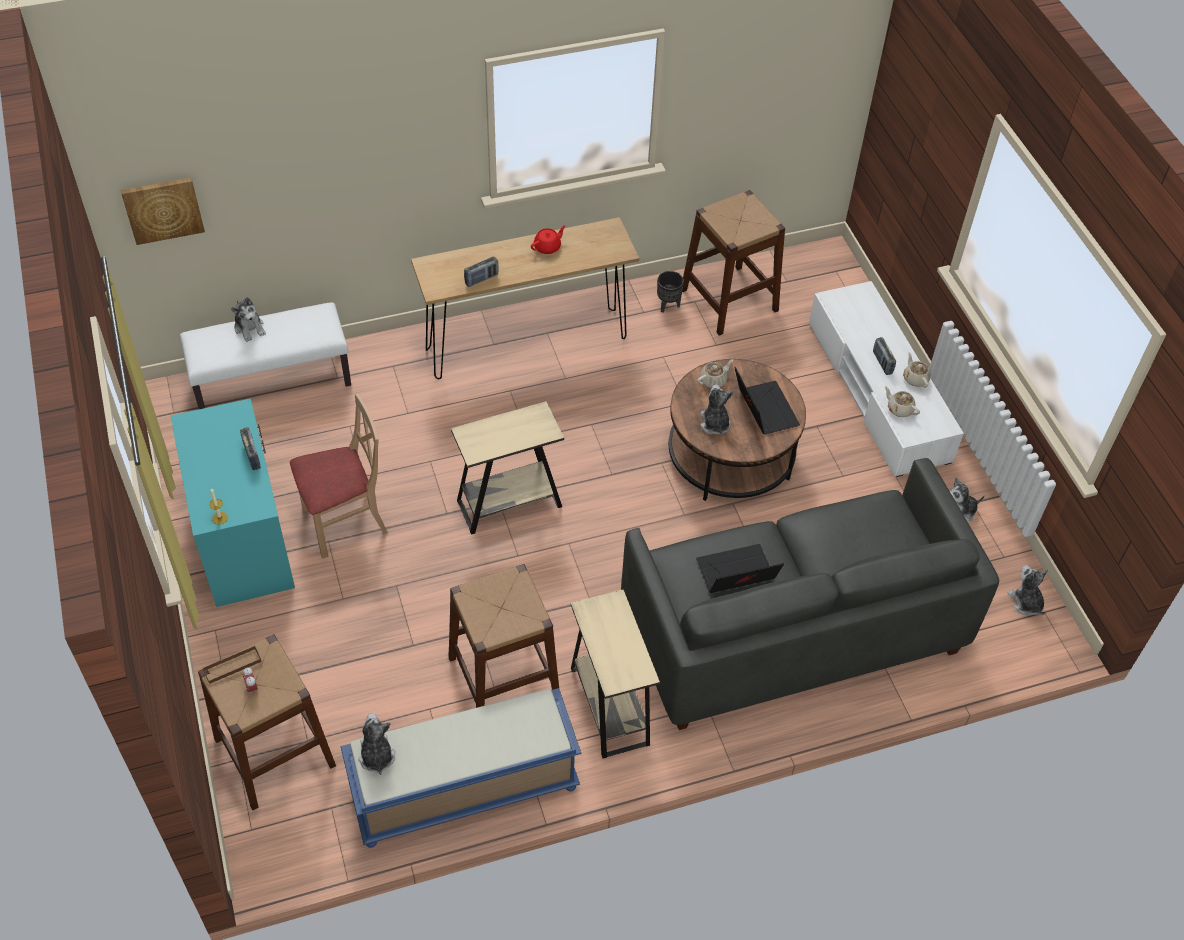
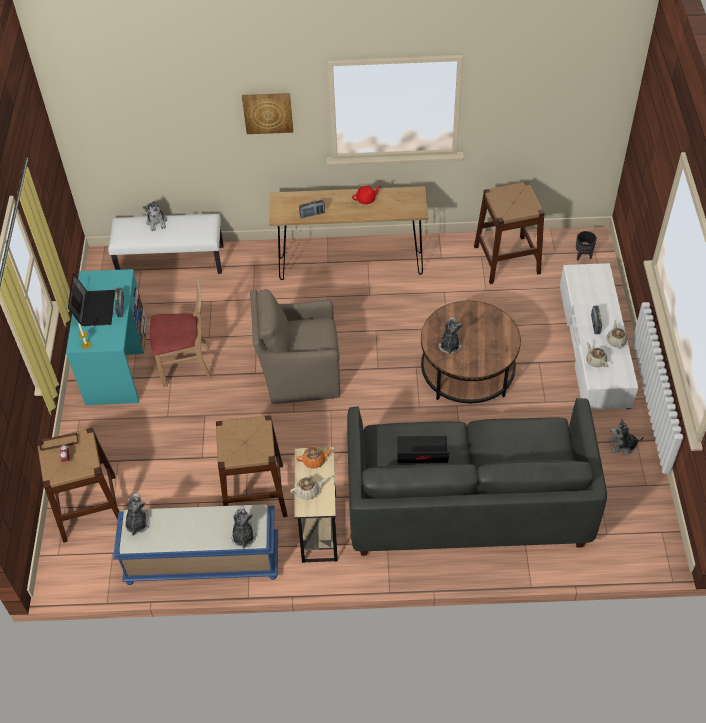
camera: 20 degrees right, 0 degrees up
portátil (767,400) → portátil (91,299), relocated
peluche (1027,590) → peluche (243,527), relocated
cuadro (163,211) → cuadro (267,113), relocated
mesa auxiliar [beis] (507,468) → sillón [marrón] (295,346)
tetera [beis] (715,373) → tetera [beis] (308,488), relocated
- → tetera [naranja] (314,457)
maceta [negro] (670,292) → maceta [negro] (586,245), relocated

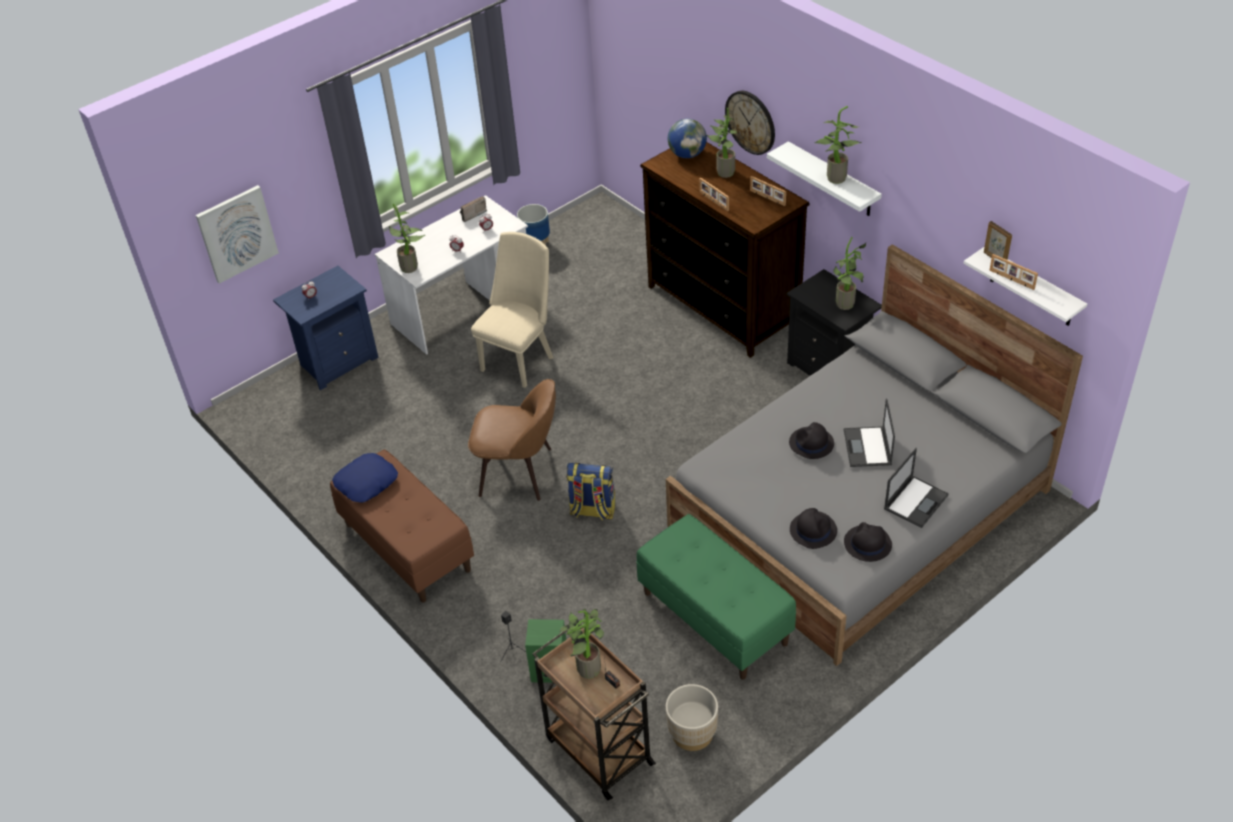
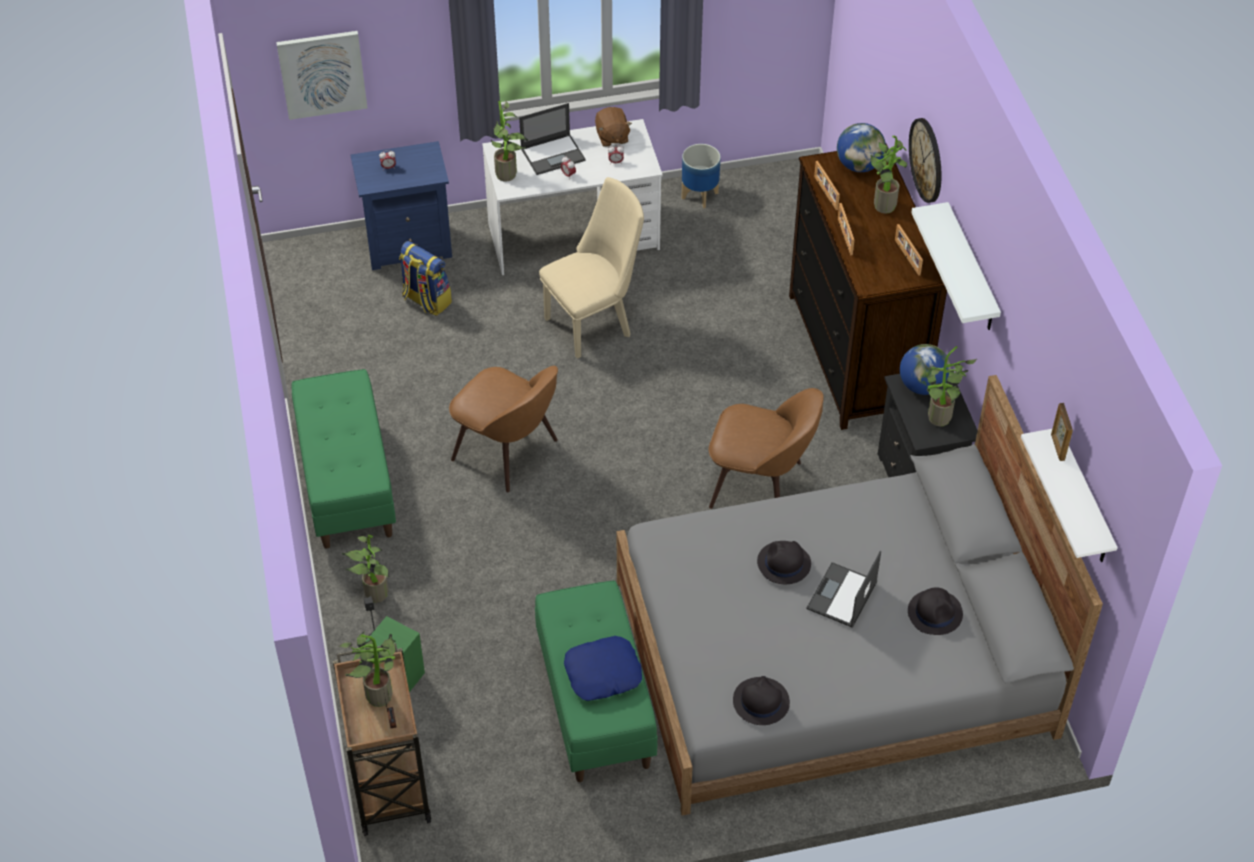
camera: 25 degrees right, 5 degrees up
banco [marrón] (402,525) → banco [verde] (344,459)
planta en maceta (838,145) → planta en maceta (365,569), relocated
mochila (591,492) → mochila (425,278), relocated
portátil (916,488) → portátil (552,139), relocated
cojín [azul] (365,478) → cojín [azul] (603,668), relocated
radio (473,209) → peluche [marrón] (613,127)
- → silla [marrón] (766,448)
portarretratos (1013,272) → portarretratos (827,185), relocated
- → globo terráqueo (925,369)
sombrero [negro] (813,528) → sombrero [negro] (935,611), relocated
maceta [beis] (692,717) → -

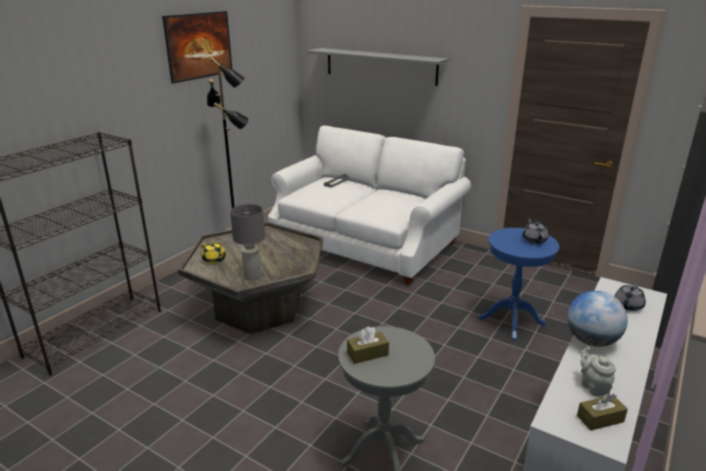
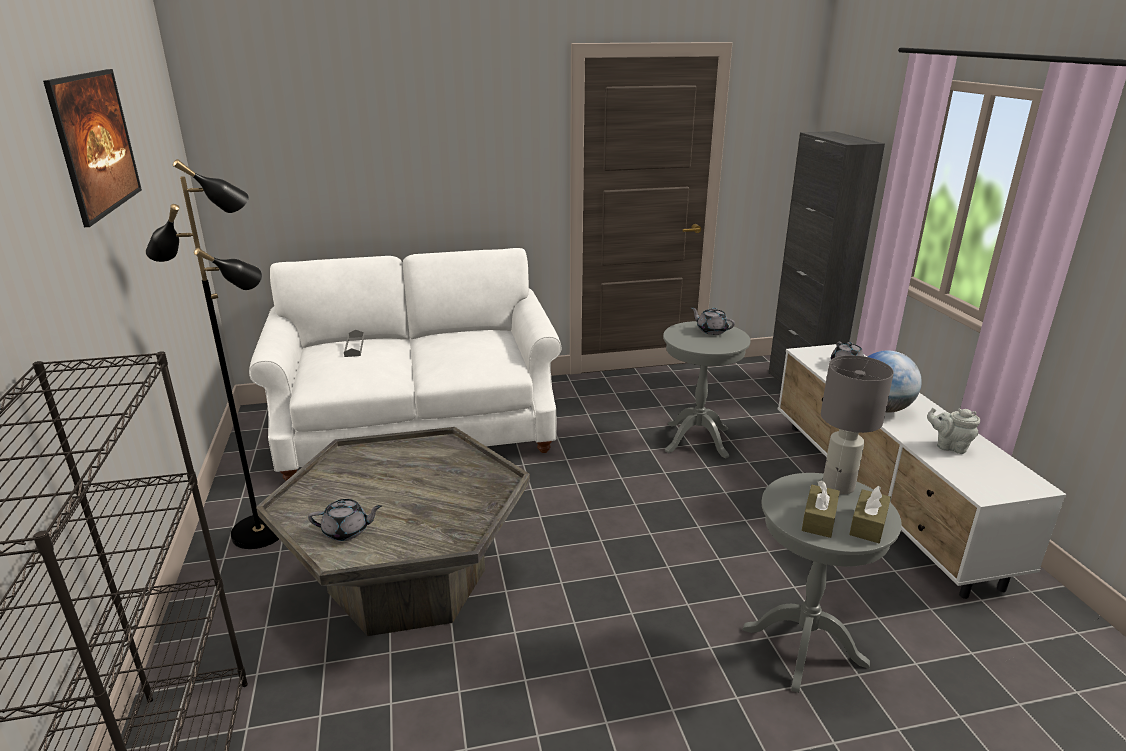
camera: 45 degrees left, 0 degrees up
tetera [amarillo] (213,252) → tetera [gris] (345,520)
mesa auxiliar [azul] (519,284) → mesa auxiliar [gris] (707,390)
lámpara de mesa [gris] (247,241) → lámpara de mesa [gris] (857,424), relocated
caja de pañuelos [marrón] (602,412) → caja de pañuelos [marrón] (870,514), relocated
estante [gris] (378,67) → -

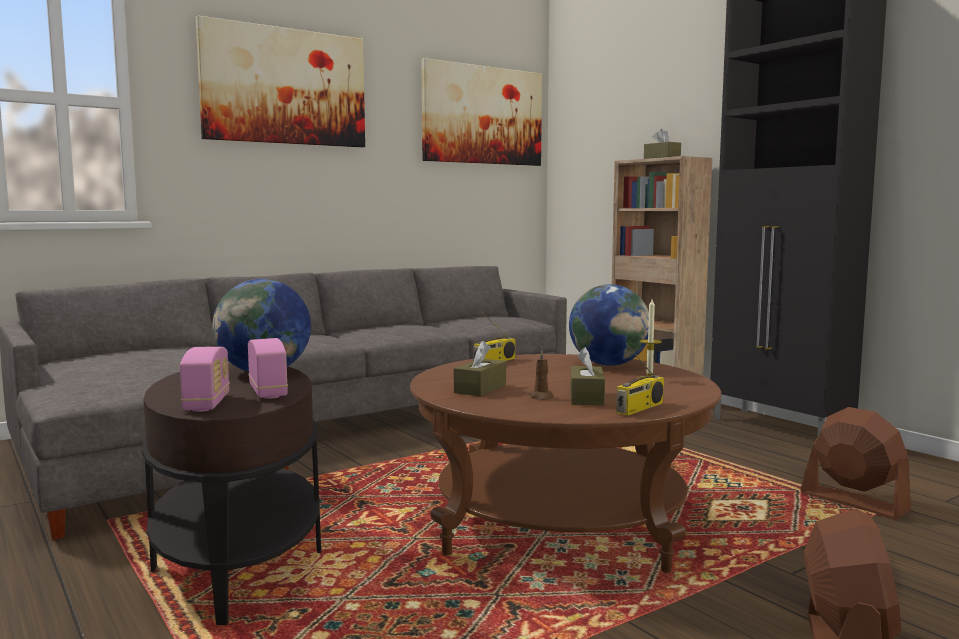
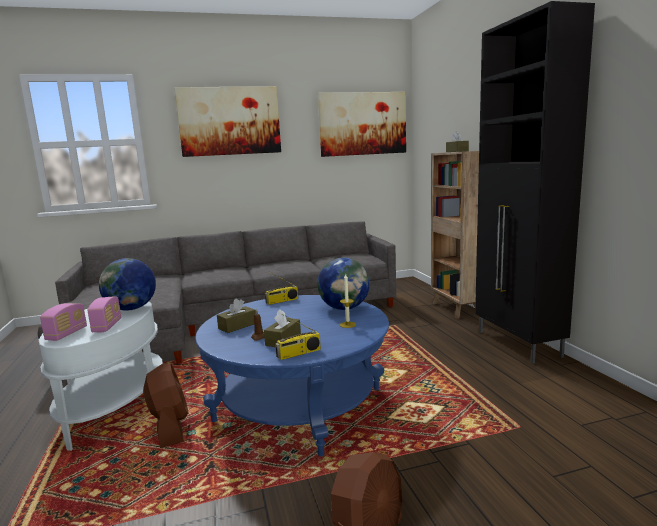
camera: 20 degrees right, 5 degrees up
mesa auxiliar [marrón] (231,494) → mesa auxiliar [blanco] (101,376)
ventilador [marrón] (855,463) → ventilador [marrón] (165,405), relocated
mesa de centro [marrón] (565,463) → mesa de centro [azul] (292,375)

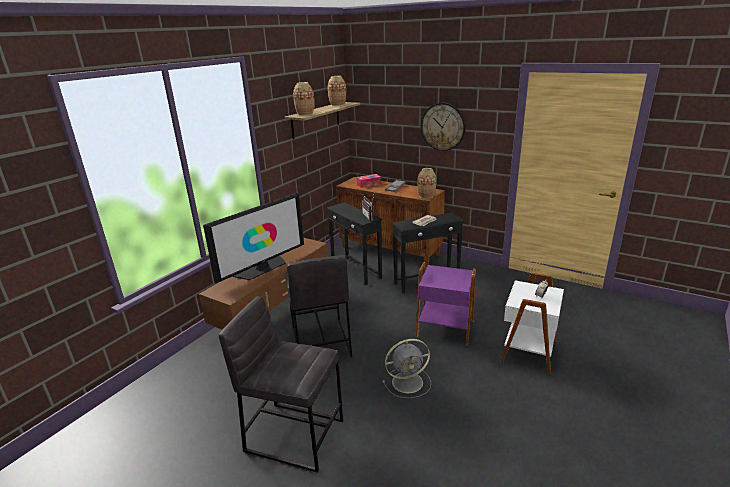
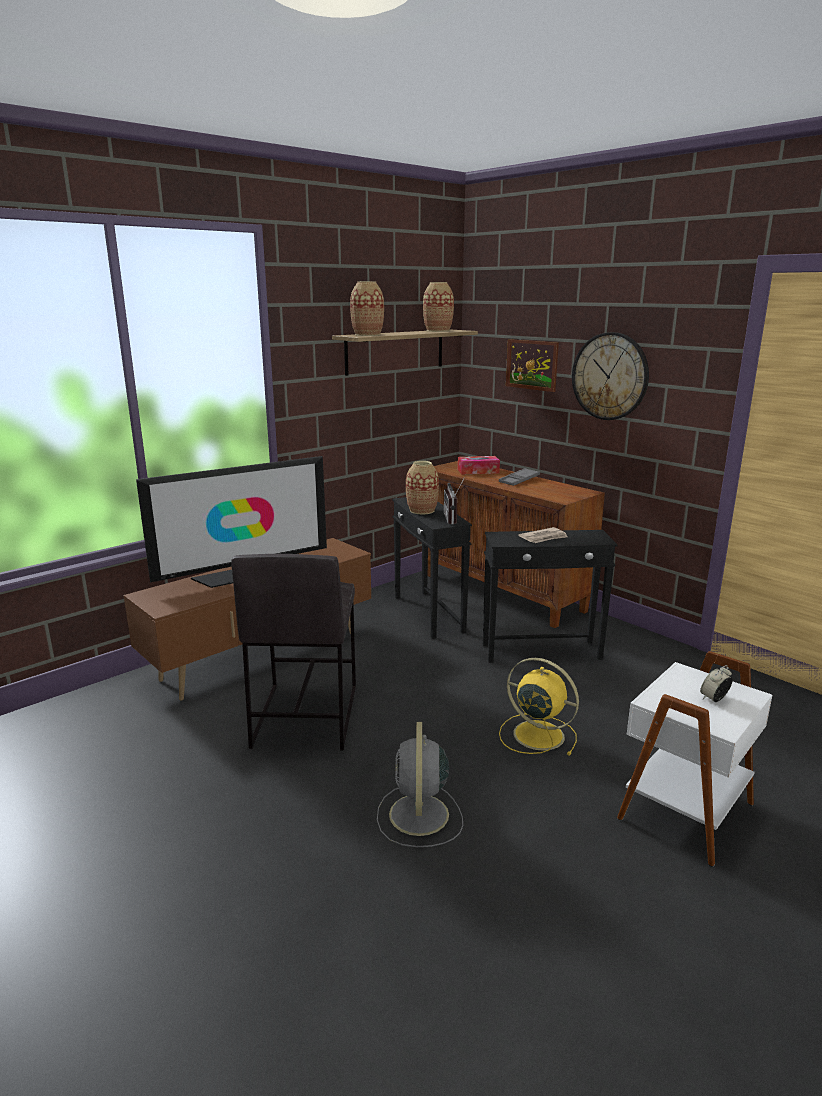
camera: 15 degrees right, 5 degrees down
ventilador [gris] (406,368) → ventilador [gris] (420,784), 90 degrees clockwise
florero (426,183) → florero (422,487), relocated
mesa auxiliar [morado] (446,304) → ventilador [amarillo] (539,706)
- → cuadro (532,365)
taburete [gris] (280,384) → -

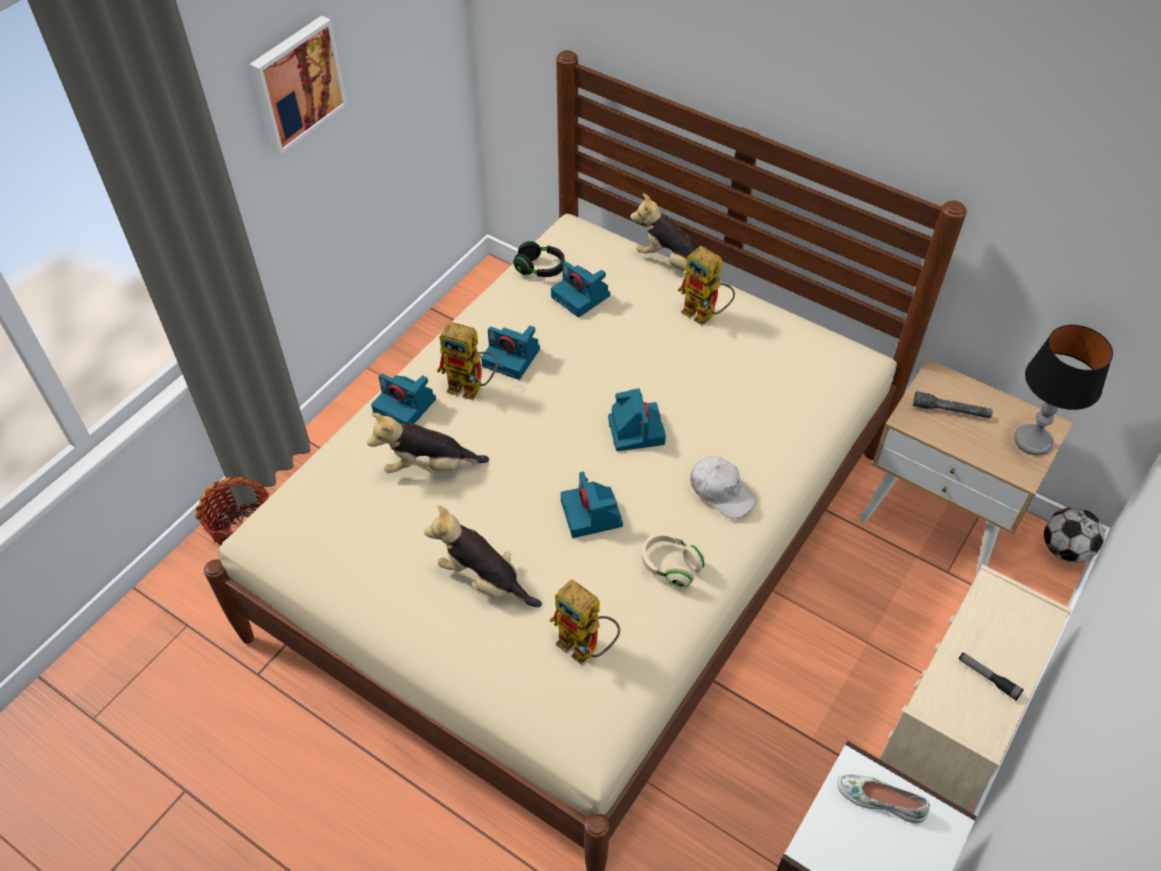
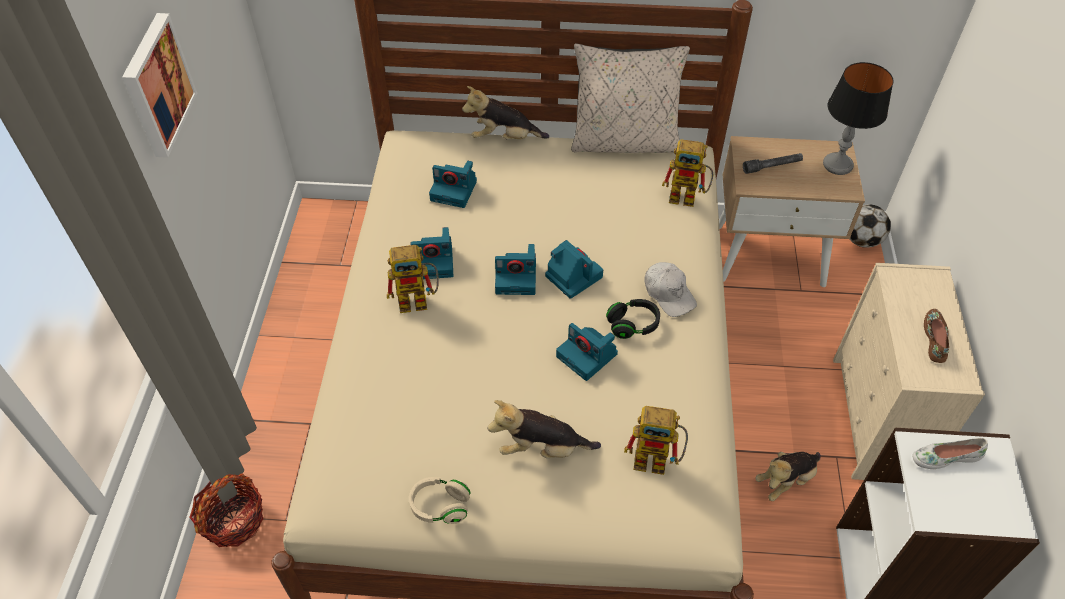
camera: 30 degrees left, 0 degrees up
auriculares [beis] (673,559) → auriculares [beis] (440,500), relocated
cámara (403,399) → cámara (515,269), relocated
- → cojín [beis] (630,98)
auriculares [negro] (539,259) → auriculares [negro] (633,319), relocated
gorra [blanco] (723,488) → gorra [blanco] (671,289), 45 degrees clockwise
robot de juguete (706,286) → robot de juguete (687,173), relocated
peluche (428,443) → peluche (788,476), relocated
linterna (991,676) → zapato [marrón] (936,336)

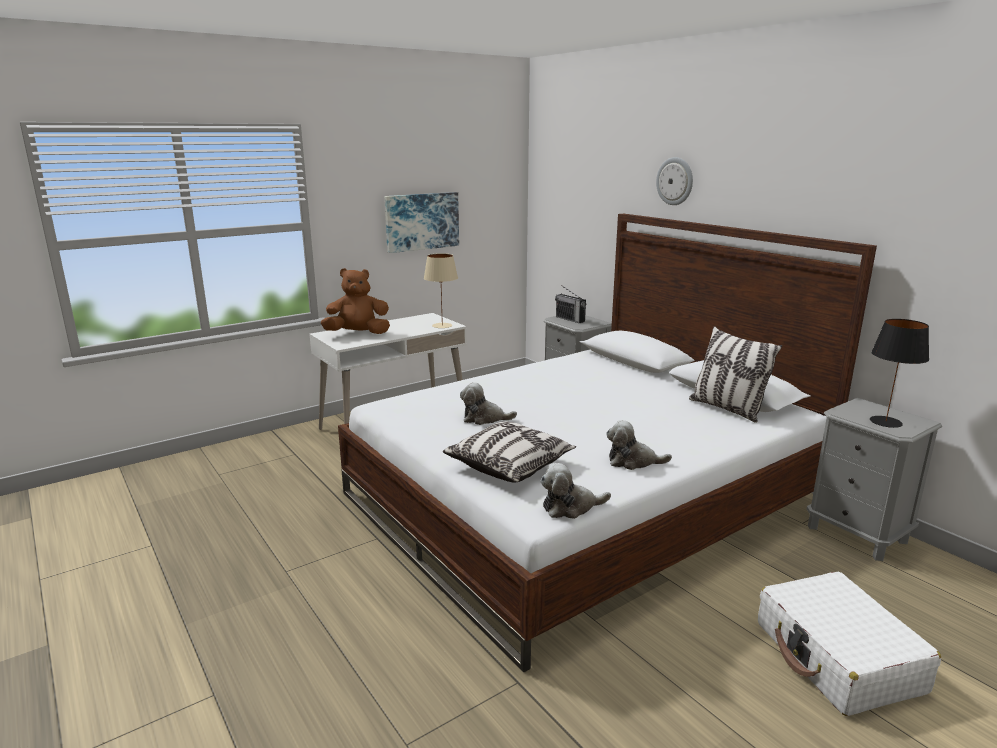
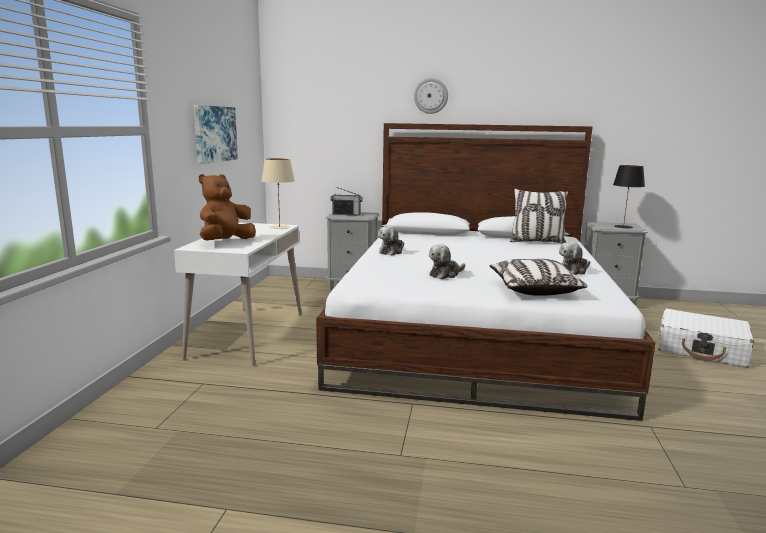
camera: 45 degrees left, 5 degrees down
peluche (575,491) → peluche (391,241), relocated

